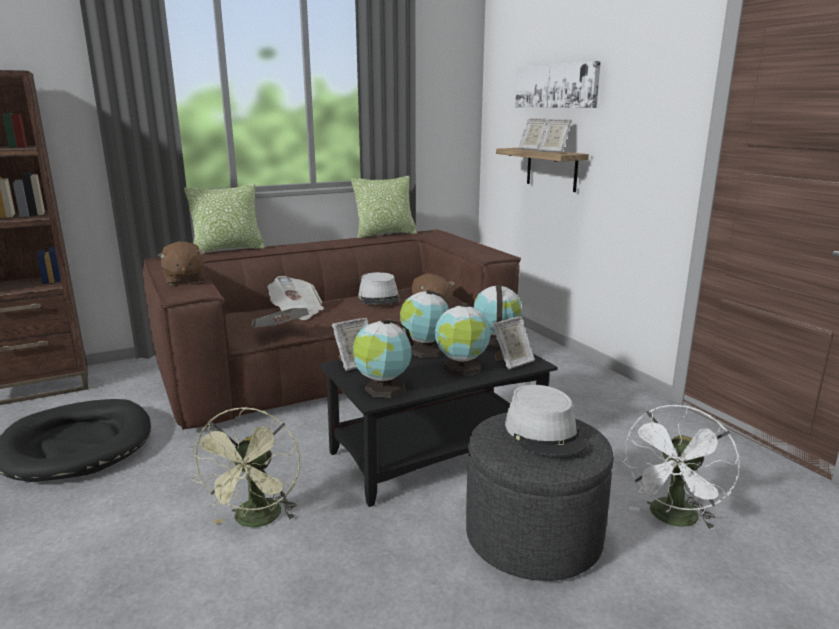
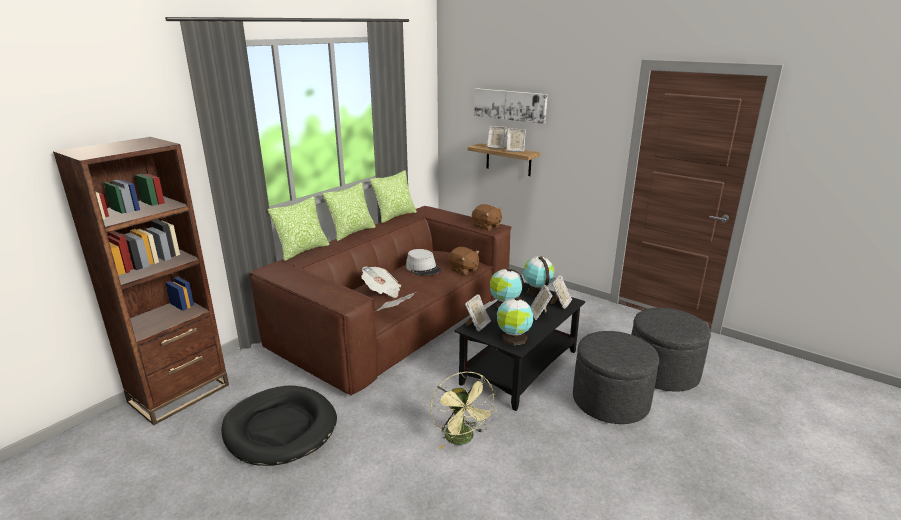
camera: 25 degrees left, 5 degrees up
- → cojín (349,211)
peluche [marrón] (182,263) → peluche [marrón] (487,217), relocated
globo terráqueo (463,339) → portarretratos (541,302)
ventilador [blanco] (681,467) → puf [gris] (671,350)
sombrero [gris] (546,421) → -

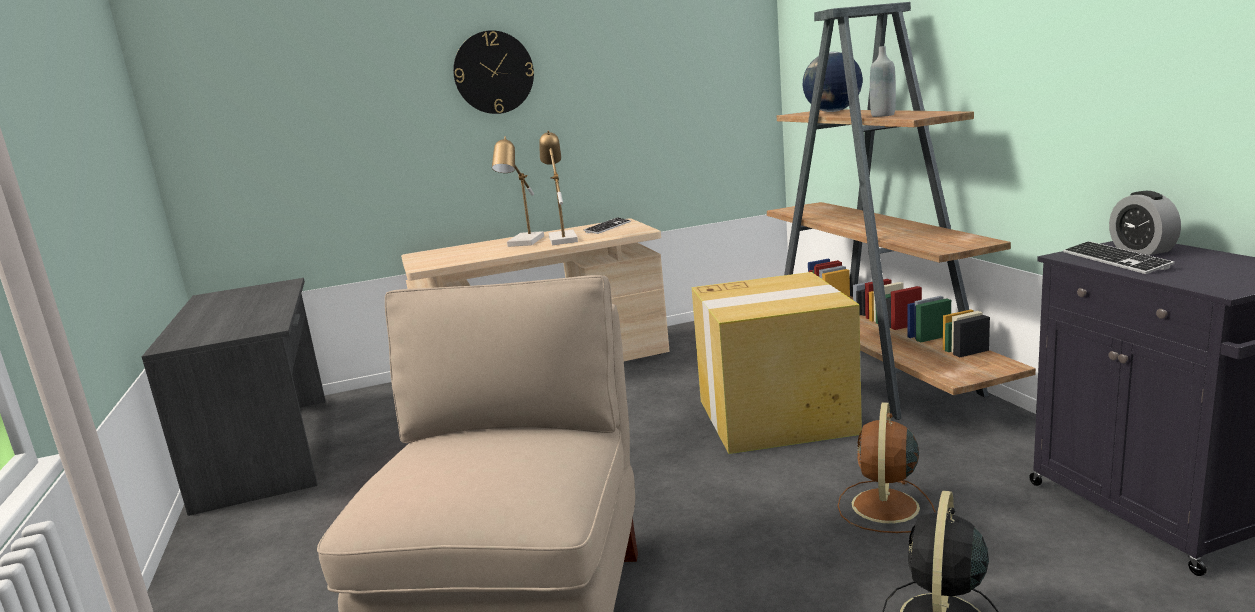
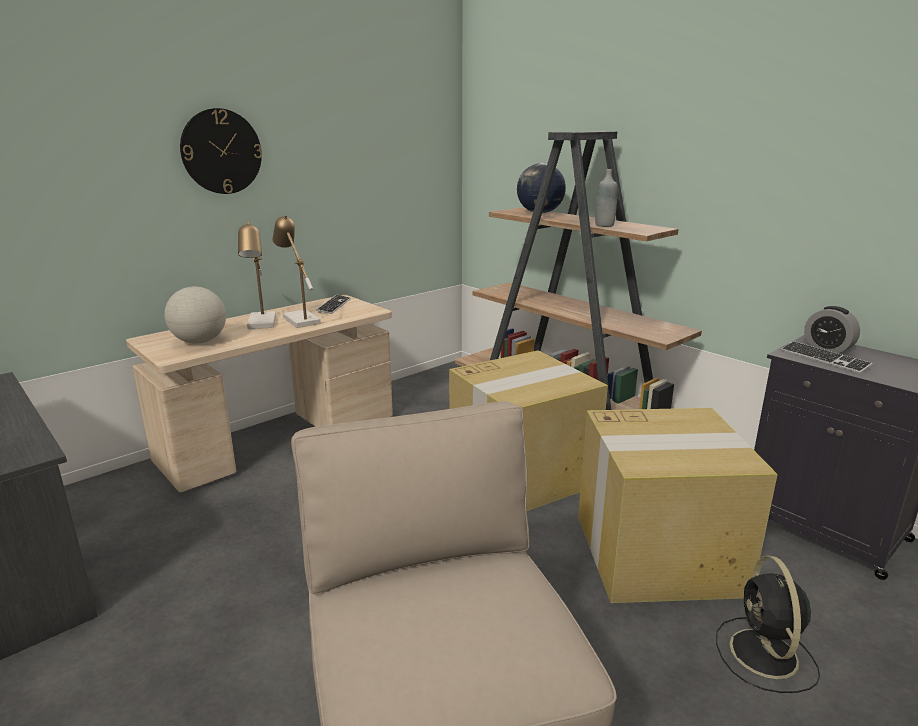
camera: 25 degrees left, 5 degrees up
- → globo terráqueo (195,315)
ventilador [marrón] (887,467) → caja de cartón (678,505)

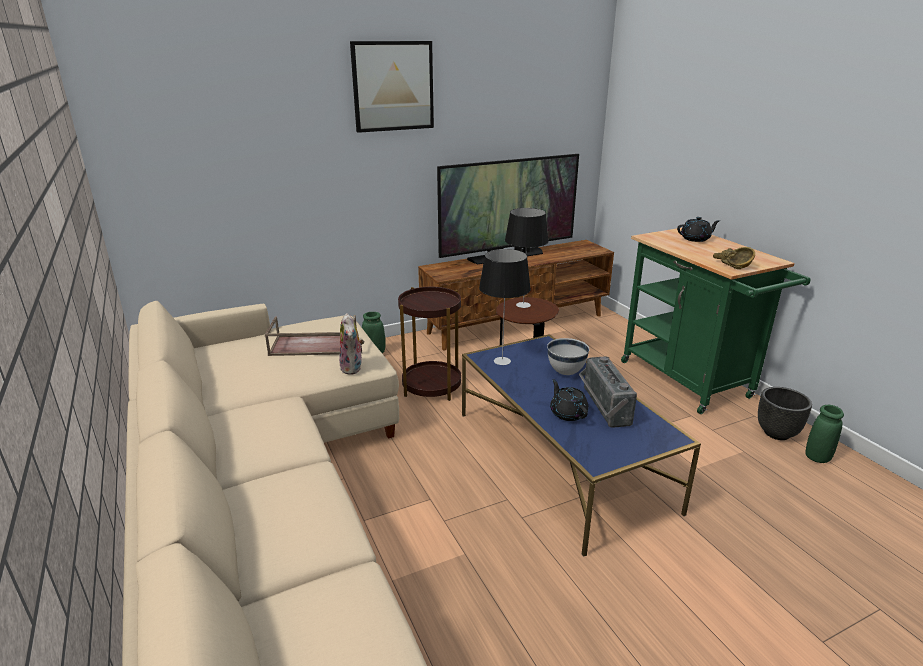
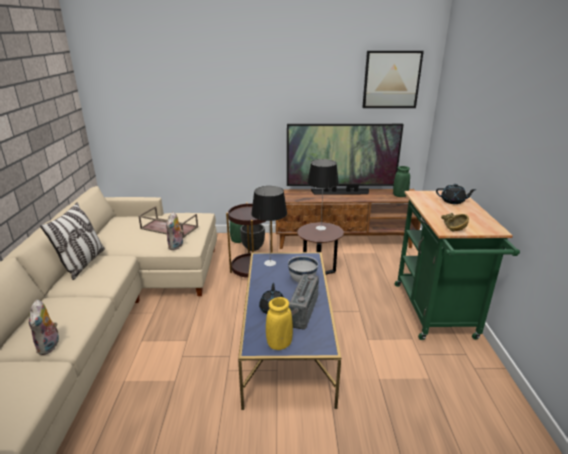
camera: 25 degrees right, 0 degrees up
- → peluche (44,327)
- → cojín (72,241)
maceta [negro] (785,413) → maceta [negro] (252,237), relocated
- → florero [amarillo] (279,323)
cuadro (392,87) → cuadro (393,79), relocated
florero [verde] (824,434) → florero [verde] (401,181), relocated

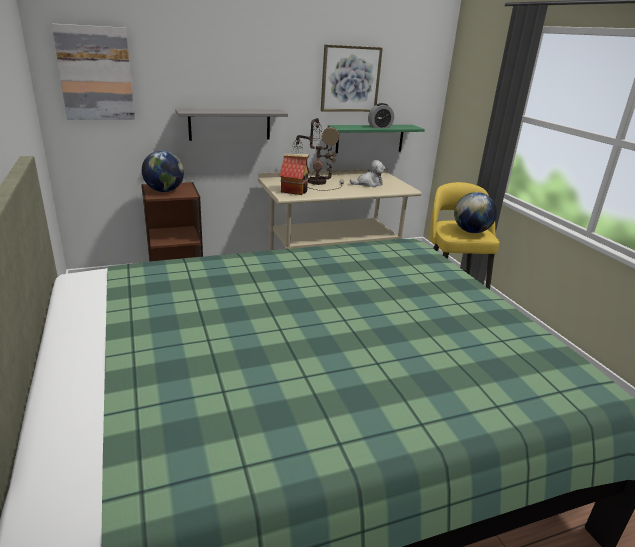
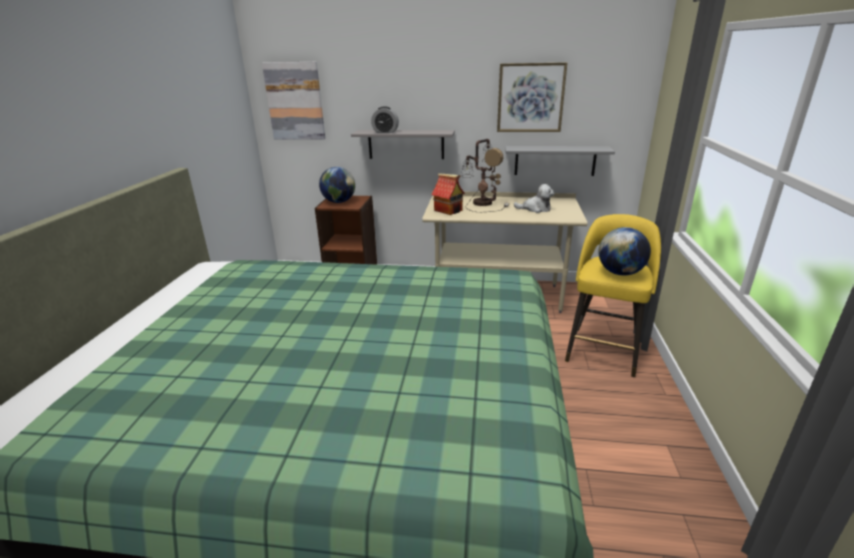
camera: 30 degrees right, 0 degrees up
despertador (381,115) → despertador (385,119), relocated
estante [verde] (376,139) → estante [gris] (560,161)

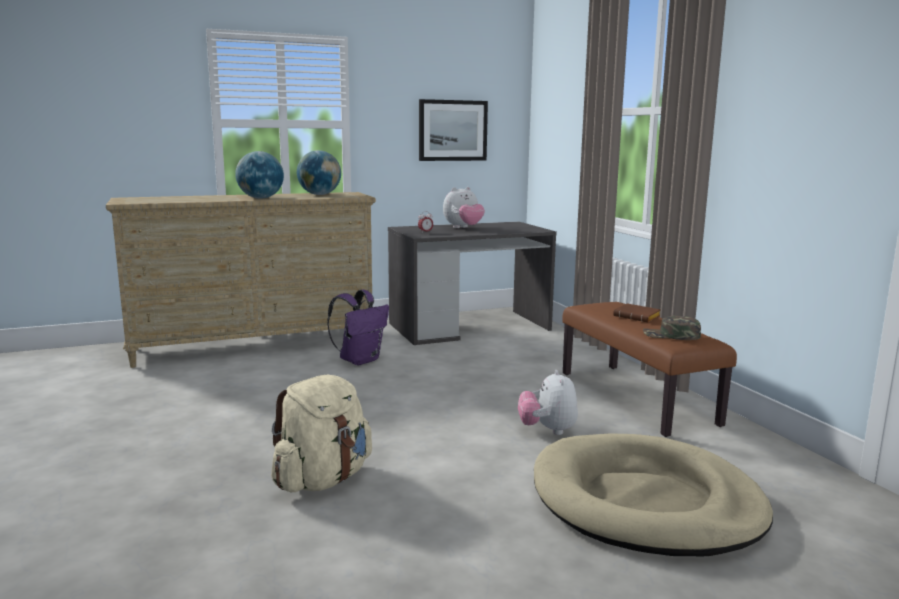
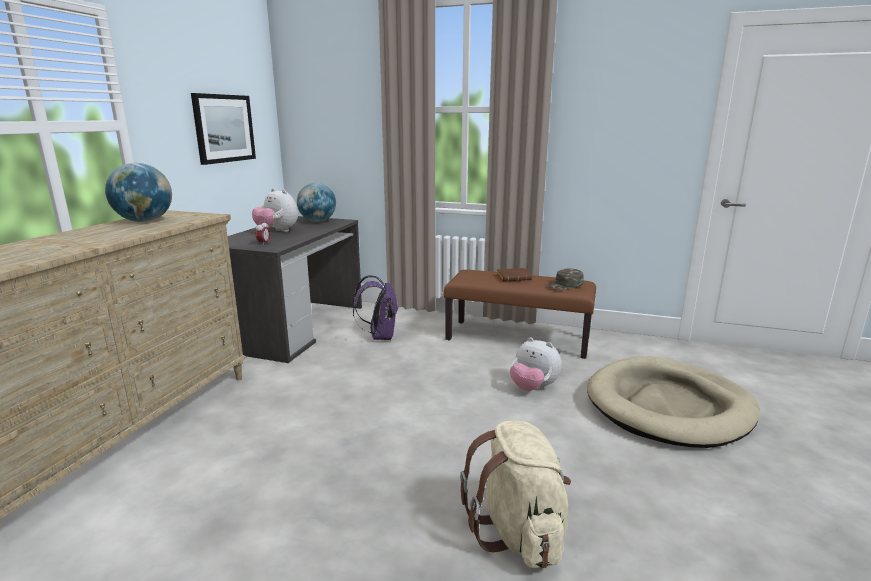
camera: 50 degrees left, 5 degrees up
peluche (464,207) → peluche (275,210), 120 degrees clockwise
globo terráqueo (259,175) → globo terráqueo (316,202), relocated
mochila [morado] (358,327) → mochila [morado] (375,307), relocated

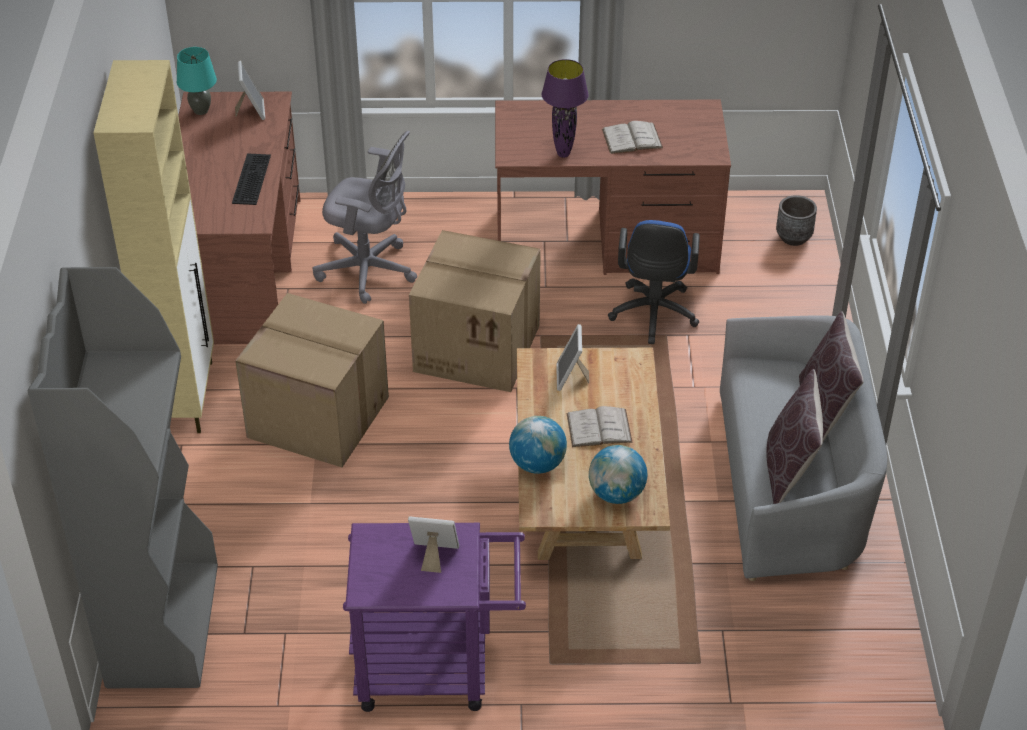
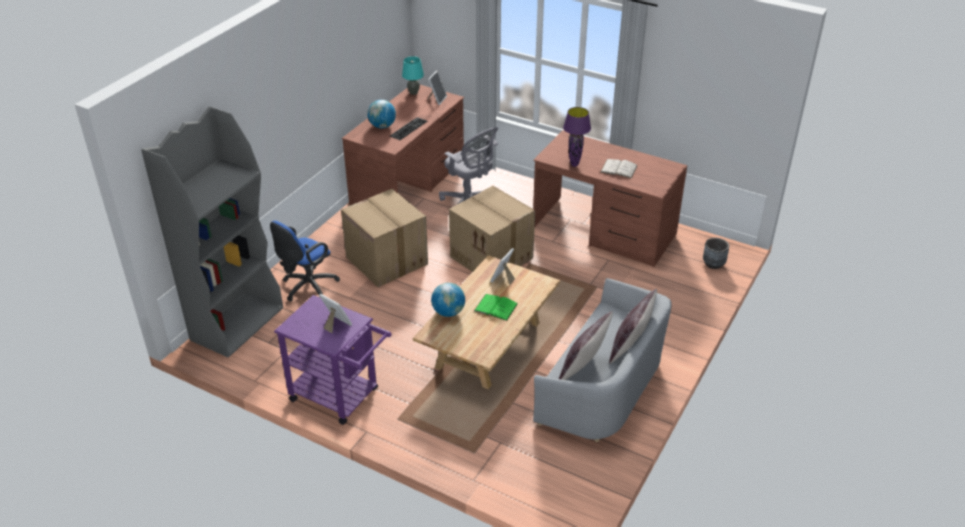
camera: 30 degrees right, 5 degrees down
silla de oficina [azul] (654,282) → silla de oficina [azul] (305,261), relocated
globo terráqueo (618,474) → globo terráqueo (381,114), relocated
libro [blanco] (599,426) → libro [verde] (496,307)
armario [beis] (154,246) → -

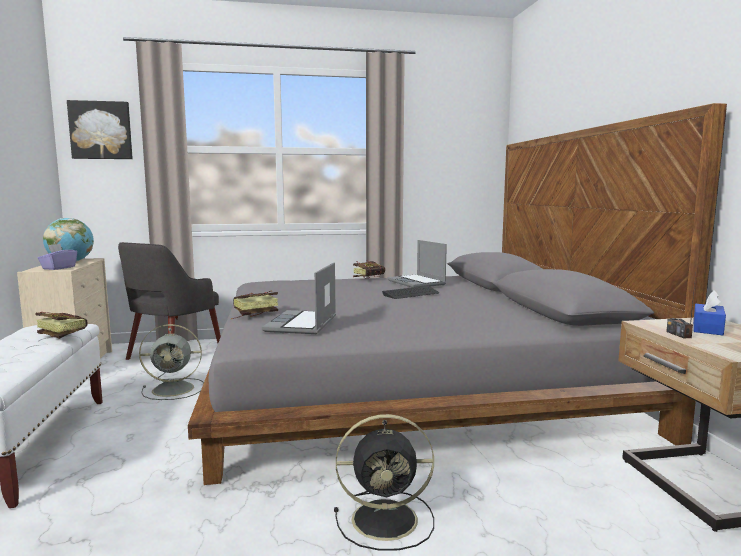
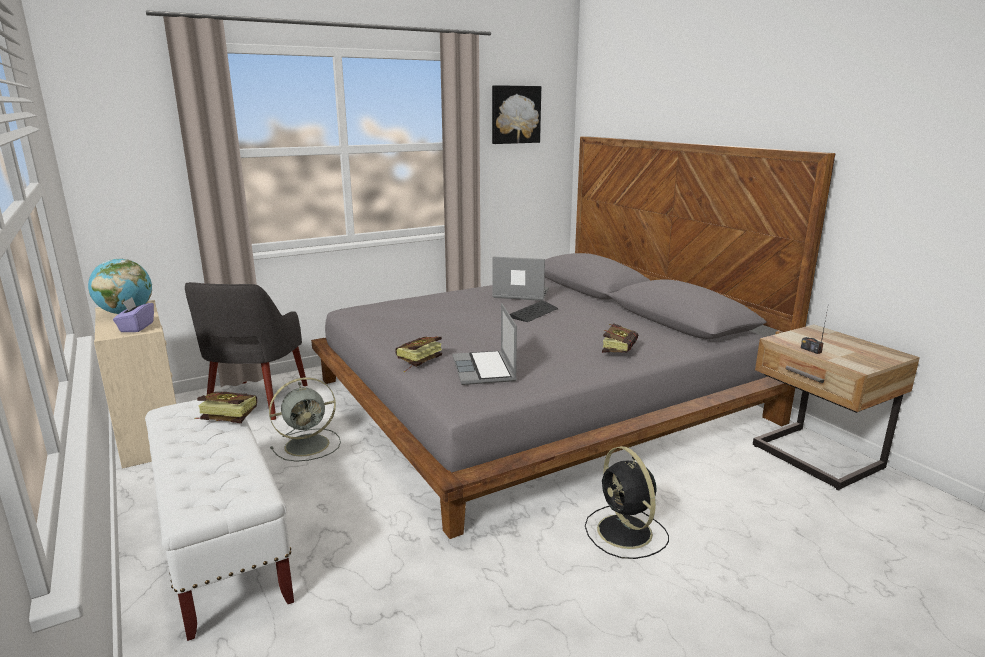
camera: 20 degrees left, 10 degrees up
cuadro (100,129) → cuadro (516,114), relocated
portátil (417,264) → portátil (520,279), 150 degrees clockwise
ventilador [negro] (384,482) → ventilador [negro] (627,502), 90 degrees clockwise
libro (369,269) → libro (620,338), relocated
caja de pañuelos [azul] (709,312) → -

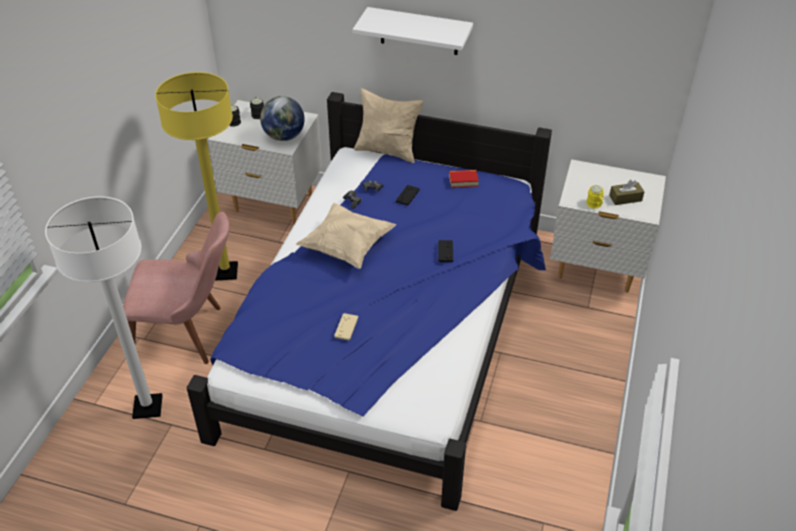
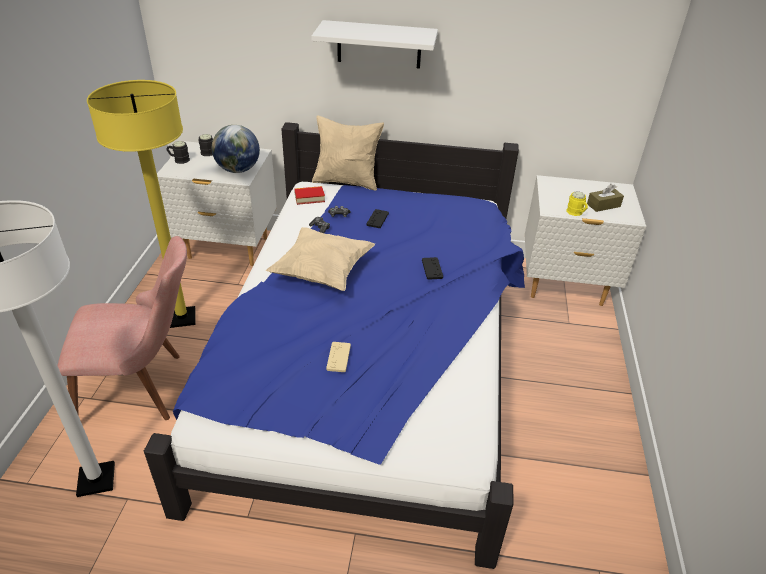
camera: 10 degrees left, 5 degrees down
libro (464,179) → libro (309,195), relocated

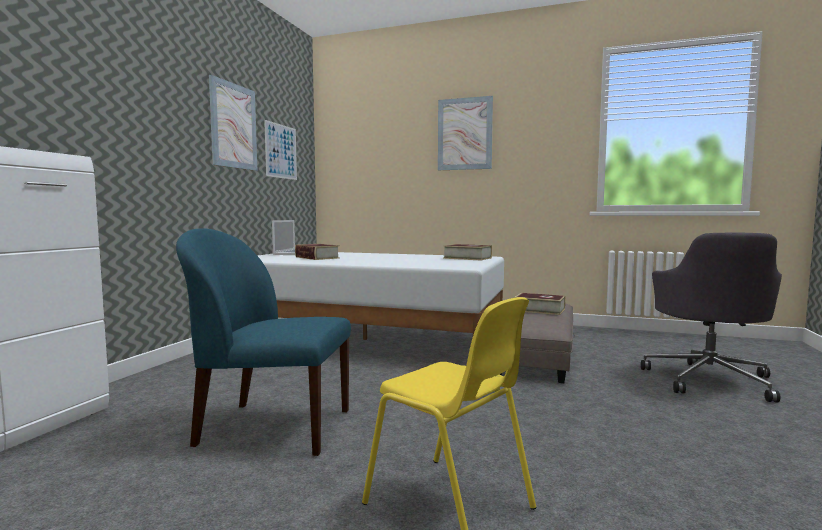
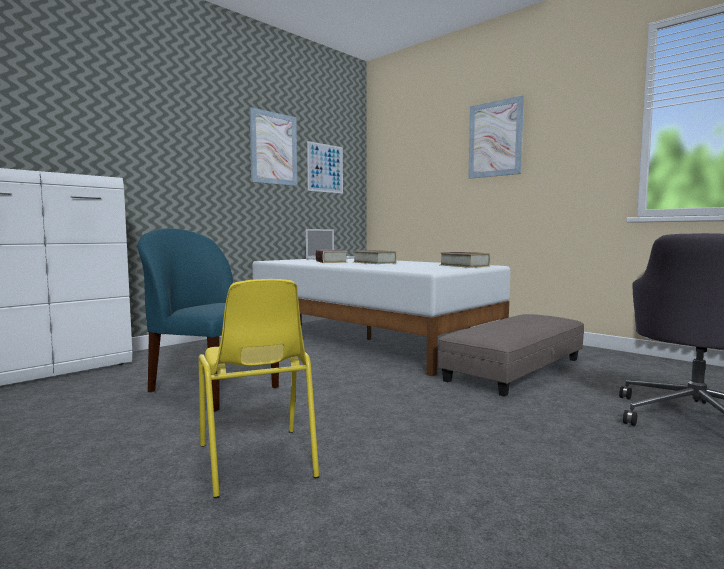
camera: 25 degrees right, 0 degrees up
libro (539,304) → libro (375,257), relocated

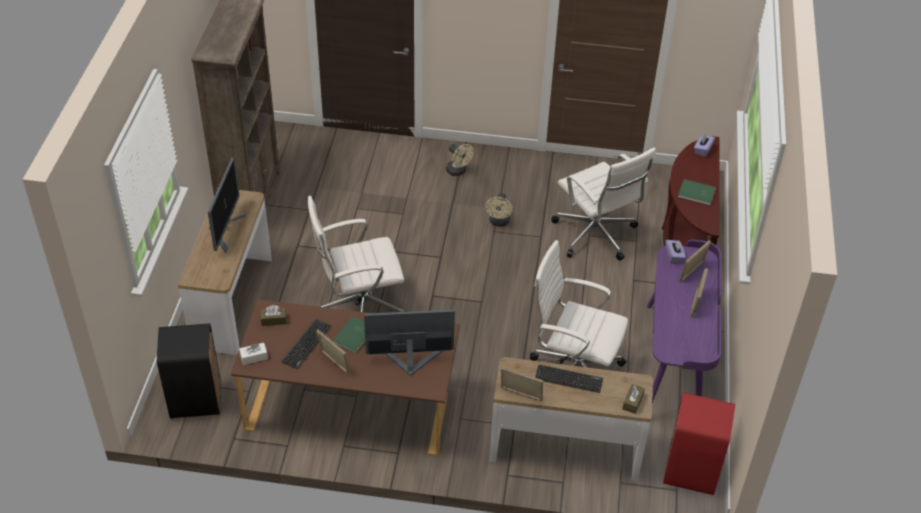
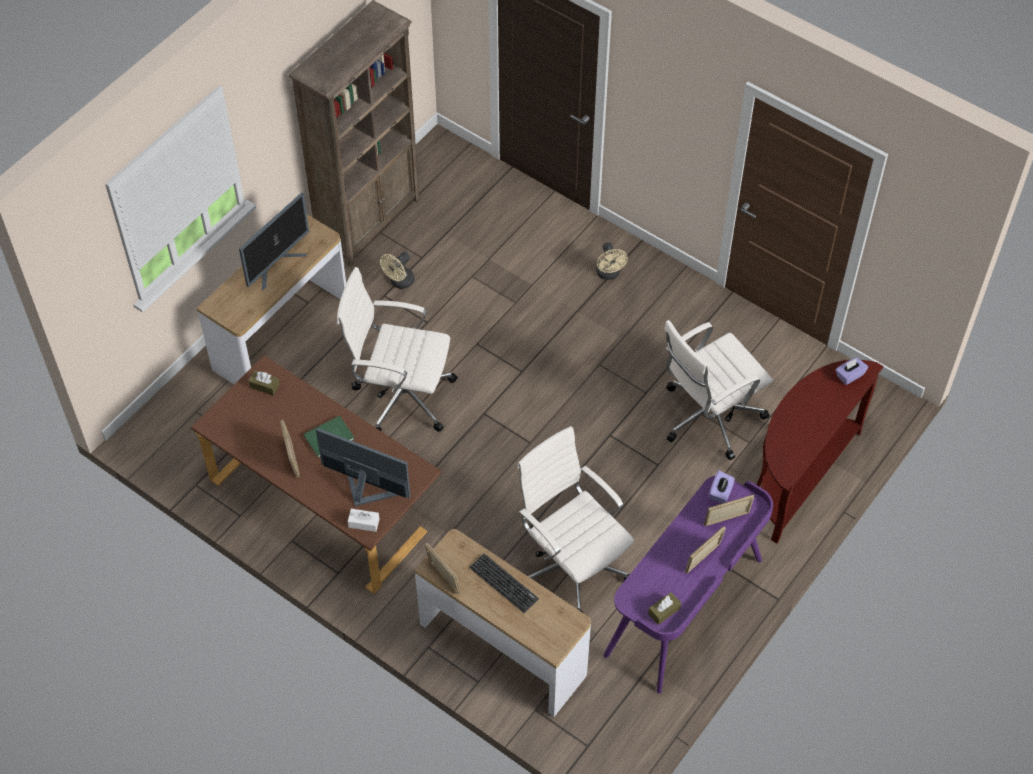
camera: 30 degrees right, 10 degrees up
caja de pañuelos [blanco] (253,354) → caja de pañuelos [blanco] (363,520), relocated
ventilador [beis] (499,210) → ventilador [beis] (397,270), relocated
caja de pañuelos [marrón] (633,399) → caja de pañuelos [marrón] (664,608), relocated
silla de oficina [blanco] (603,204) → silla de oficina [blanco] (718,390), 60 degrees clockwise
papelera [negro] (189,371) → -
teclado (306,344) → -
papelera [rojo] (699,443) → -
libro [verde] (697,192) → -

